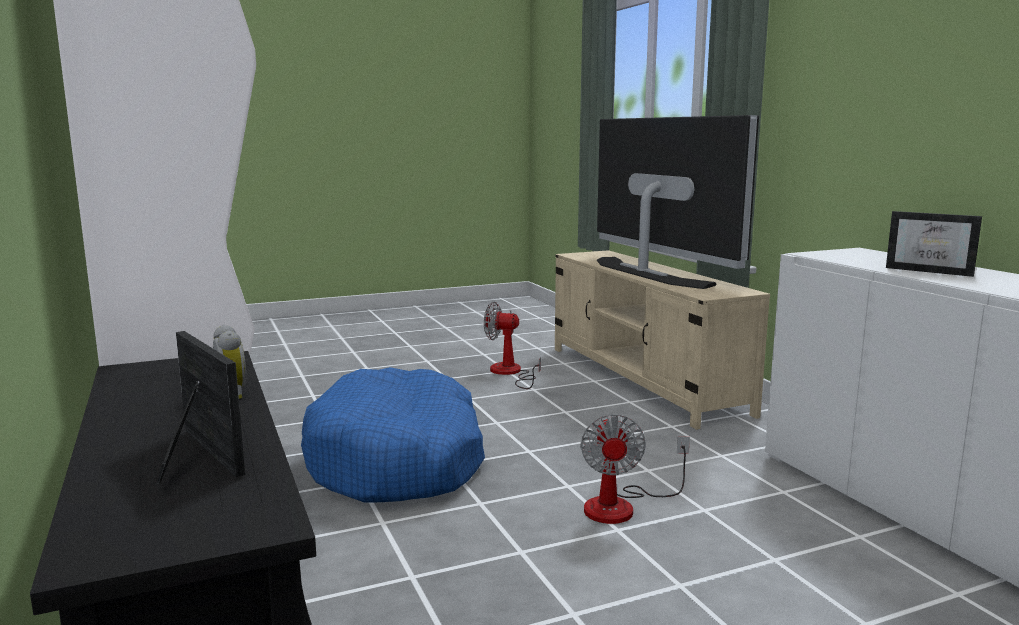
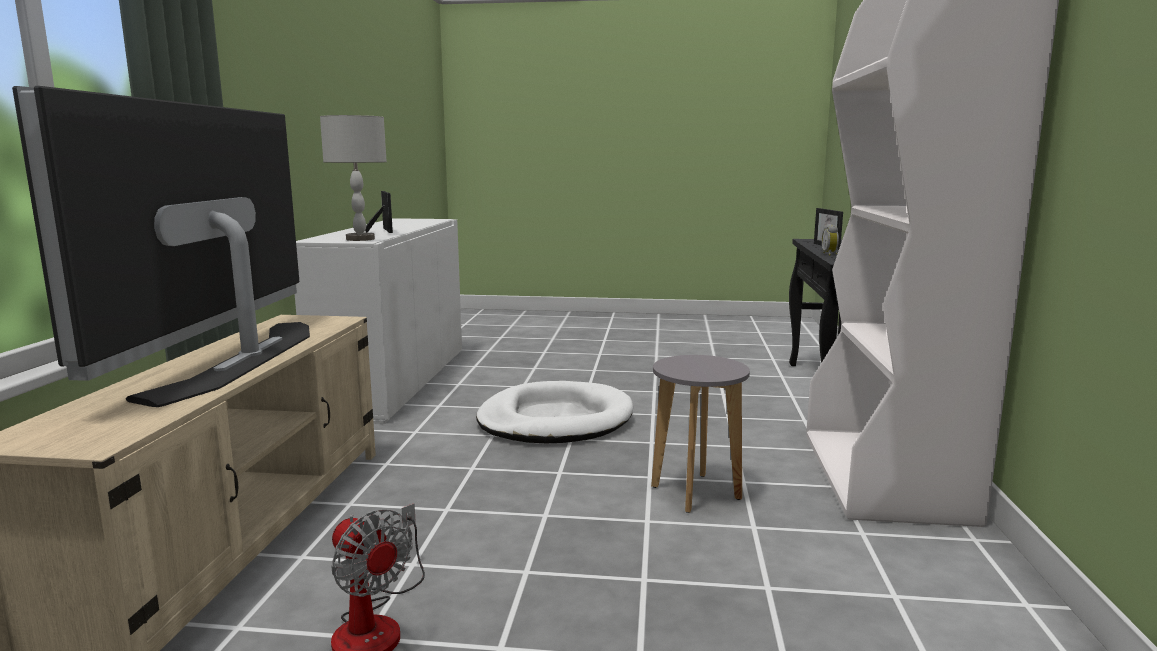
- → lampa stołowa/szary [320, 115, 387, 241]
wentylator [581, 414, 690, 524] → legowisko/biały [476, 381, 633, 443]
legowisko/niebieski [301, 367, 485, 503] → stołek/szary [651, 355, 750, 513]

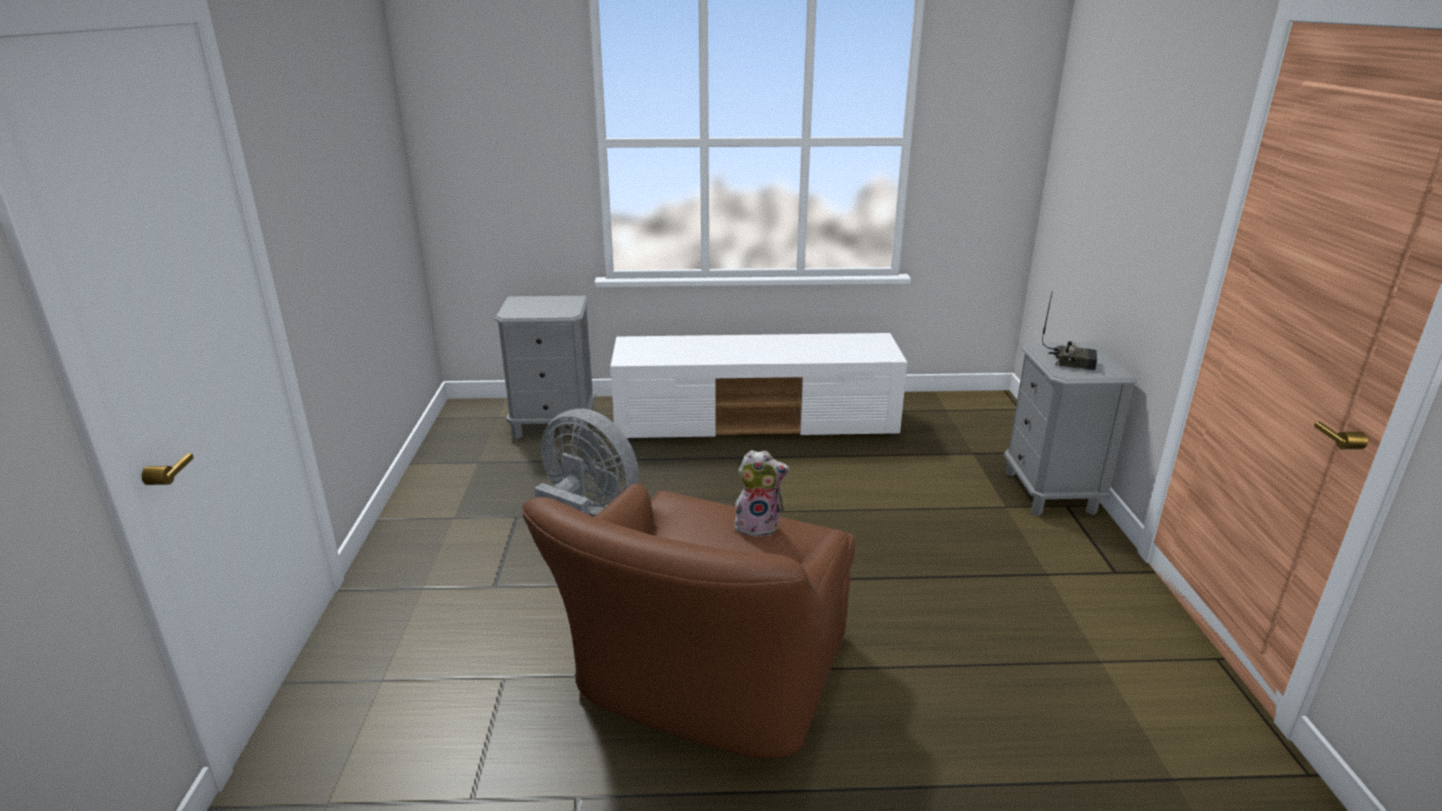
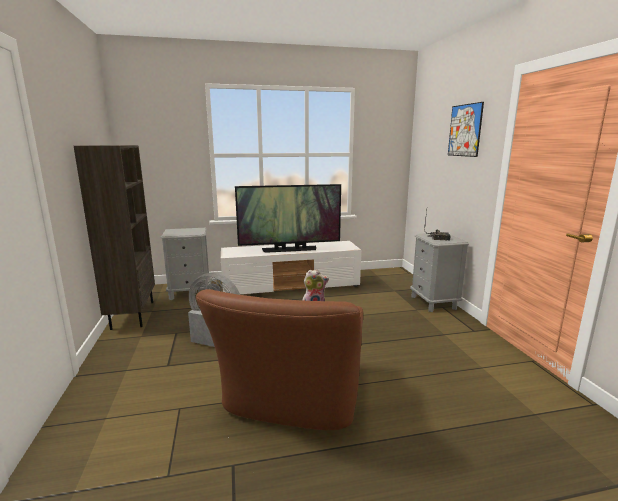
- → regał/brązowy [74, 145, 155, 330]
- → telewizor [235, 184, 341, 253]
- → obraz [448, 102, 484, 157]

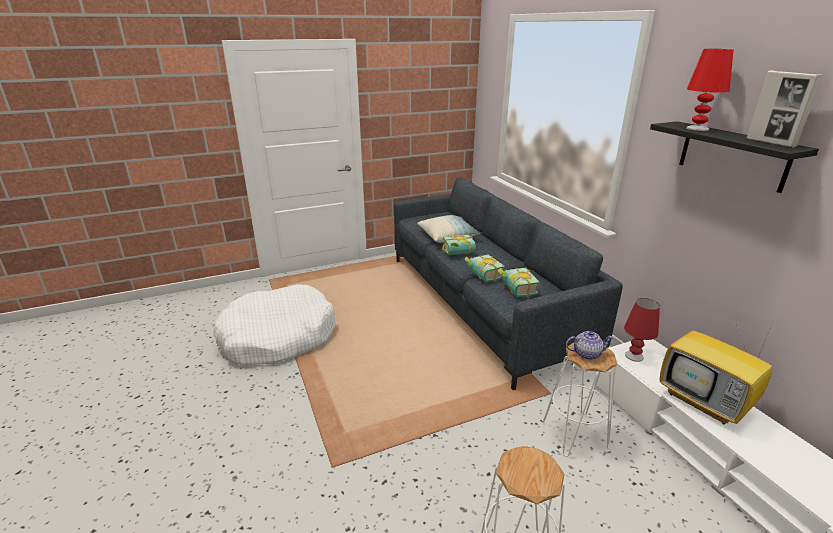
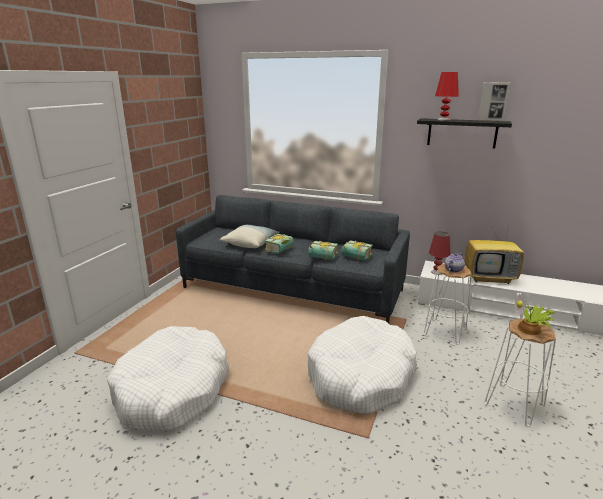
- → legowisko/biały [307, 316, 417, 414]
- → roślina doniczkowa [514, 293, 555, 335]

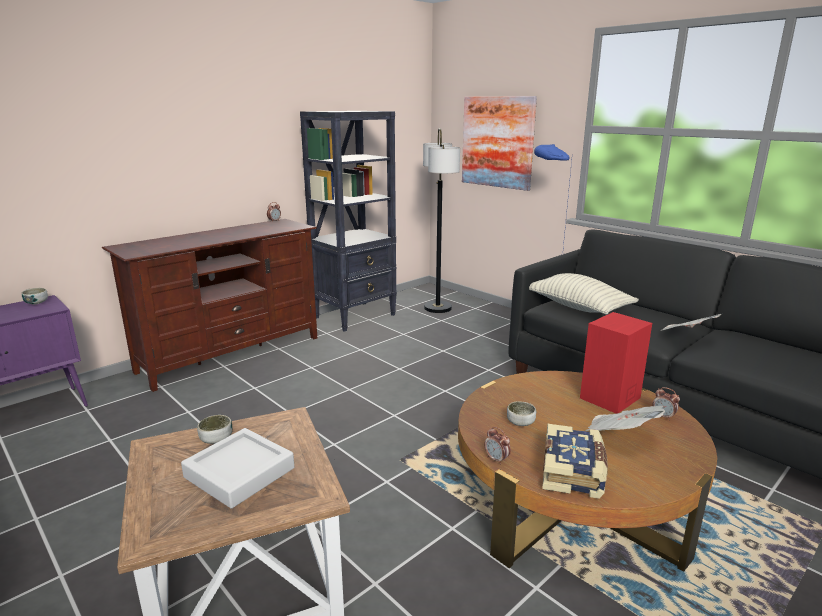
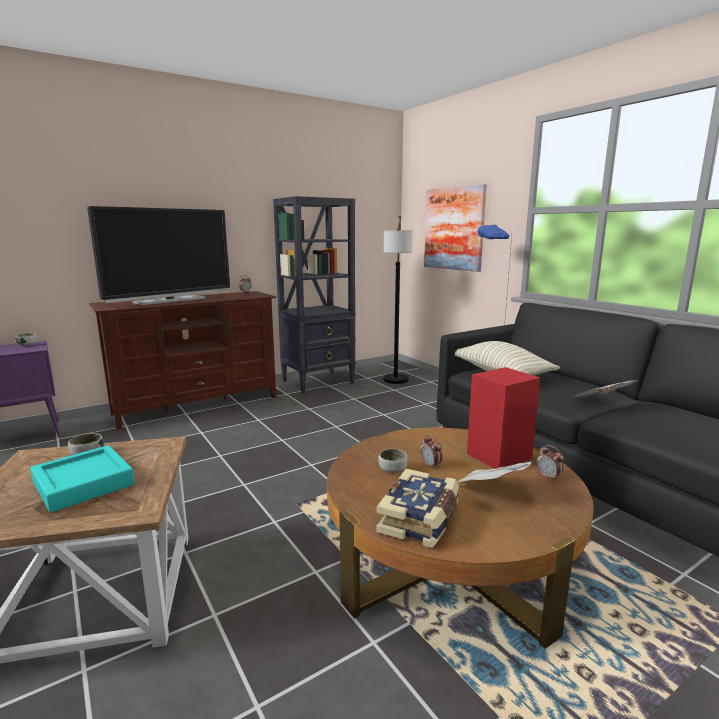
taca/szary [181, 428, 294, 509] → taca/turkusowy [30, 445, 135, 513]
- → telewizor [87, 206, 230, 306]
budzik [484, 427, 511, 465] → budzik [421, 435, 442, 468], moved

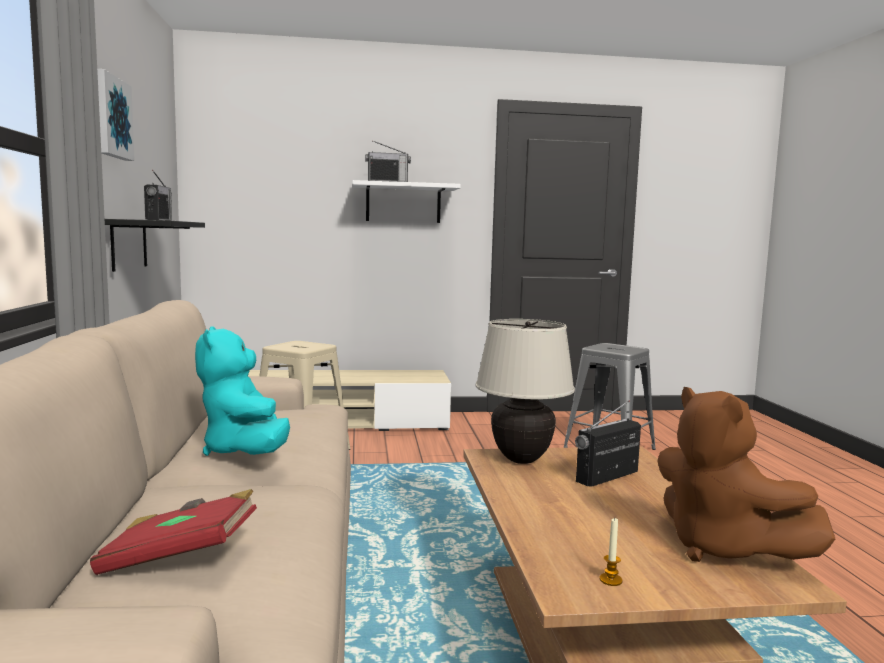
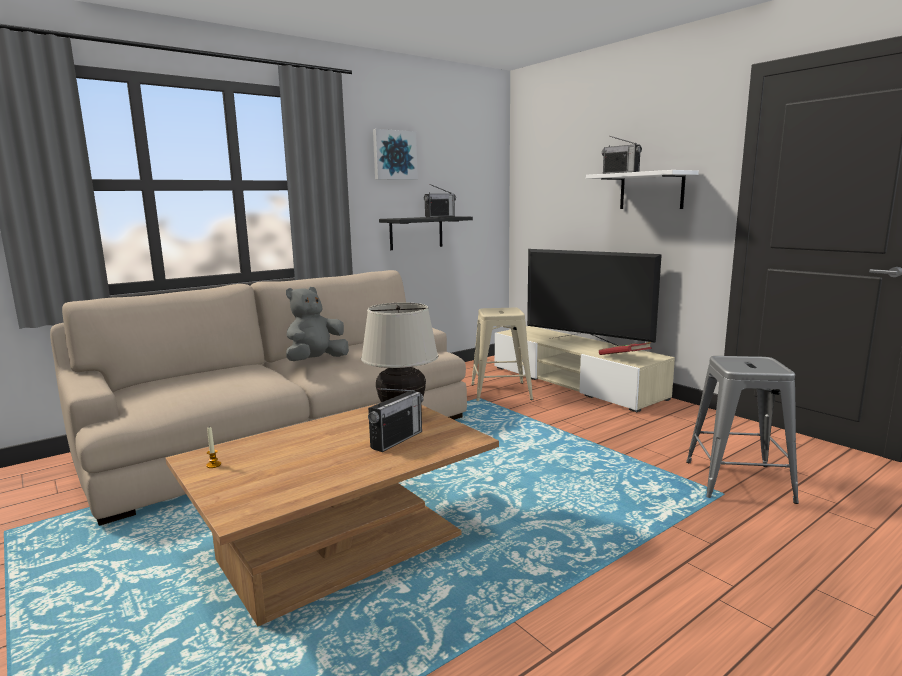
pluszak/turkusowy [195, 326, 290, 456] → pluszak/szary [286, 287, 349, 361]
radio [575, 400, 641, 486] → radio [368, 388, 423, 452], 105 degrees clockwise
- → telewizor [527, 249, 662, 346]
książka/czerwony [90, 489, 257, 575] → książka/czerwony [599, 342, 652, 355], moved
pluszak/brązowy [657, 387, 835, 562] → -

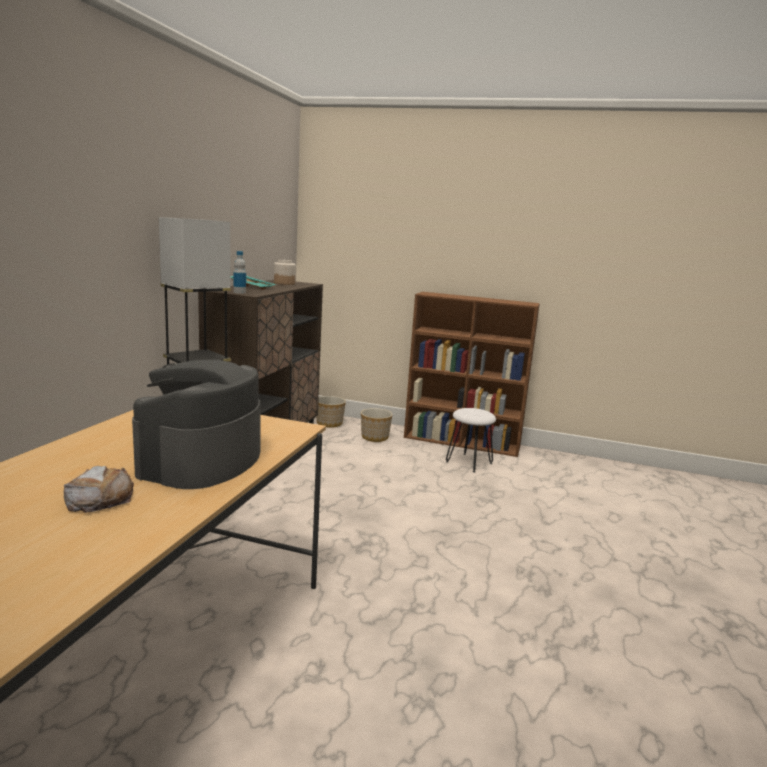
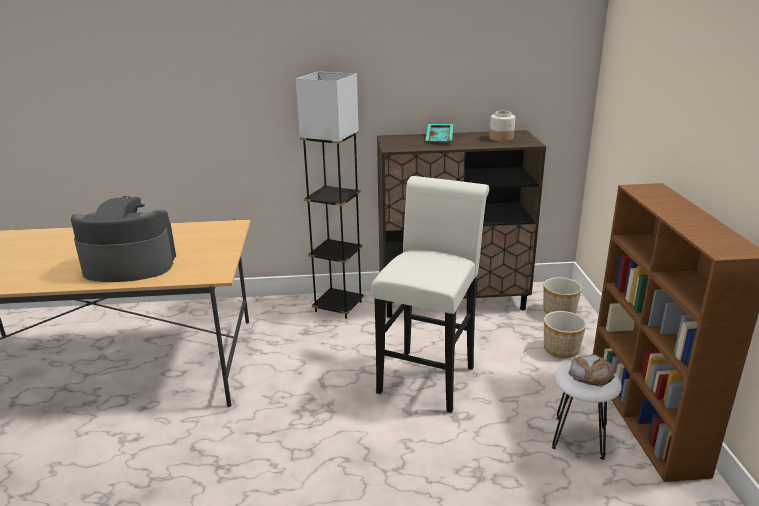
- → stołek/biały [371, 176, 489, 413]
chleb [64, 466, 134, 513] → chleb [569, 354, 615, 387], moved
butelka [233, 251, 246, 294] → -

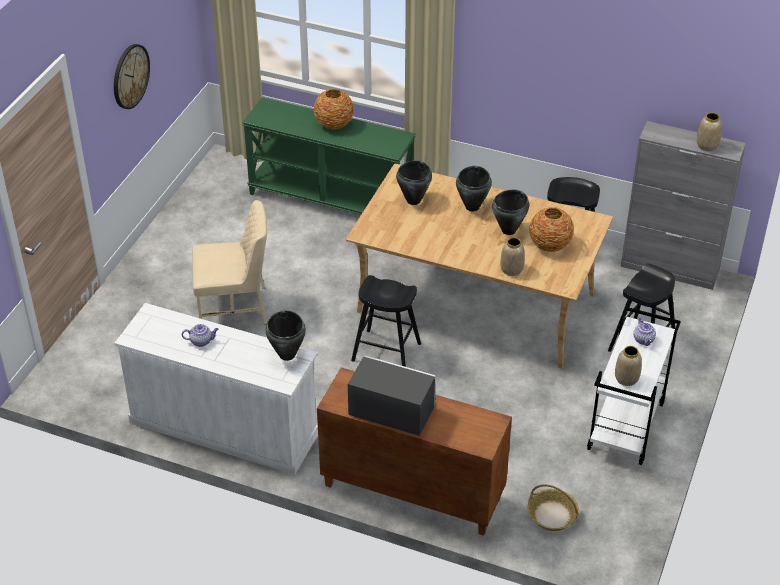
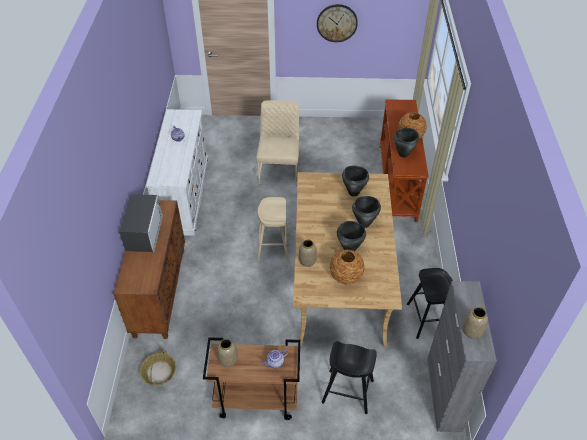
wózek/biały [587, 307, 681, 465] → wózek/brązowy [203, 337, 300, 420]
krzesło/beżowy [192, 200, 267, 324] → krzesło/beżowy [256, 100, 299, 186], 150 degrees counterclockwise
stołek/czarny [351, 275, 421, 367] → stołek/beżowy [257, 197, 289, 262]
stolik konsolowy/zielony [242, 97, 416, 215] → stolik konsolowy/brązowy [380, 99, 429, 222]
garnek/czarny [265, 310, 306, 361] → garnek/czarny [394, 128, 419, 158], moved

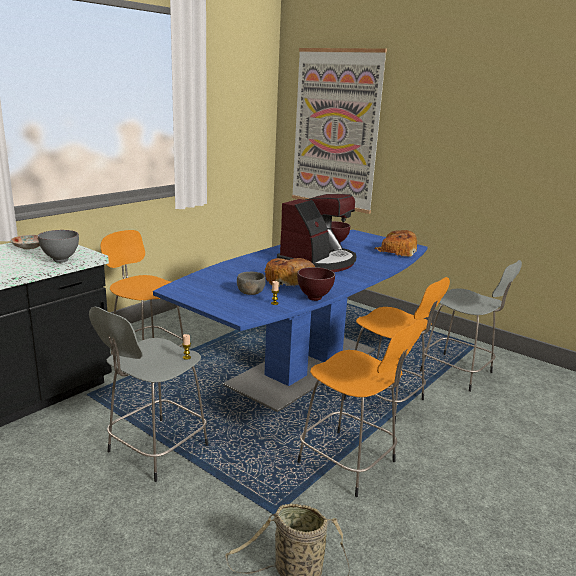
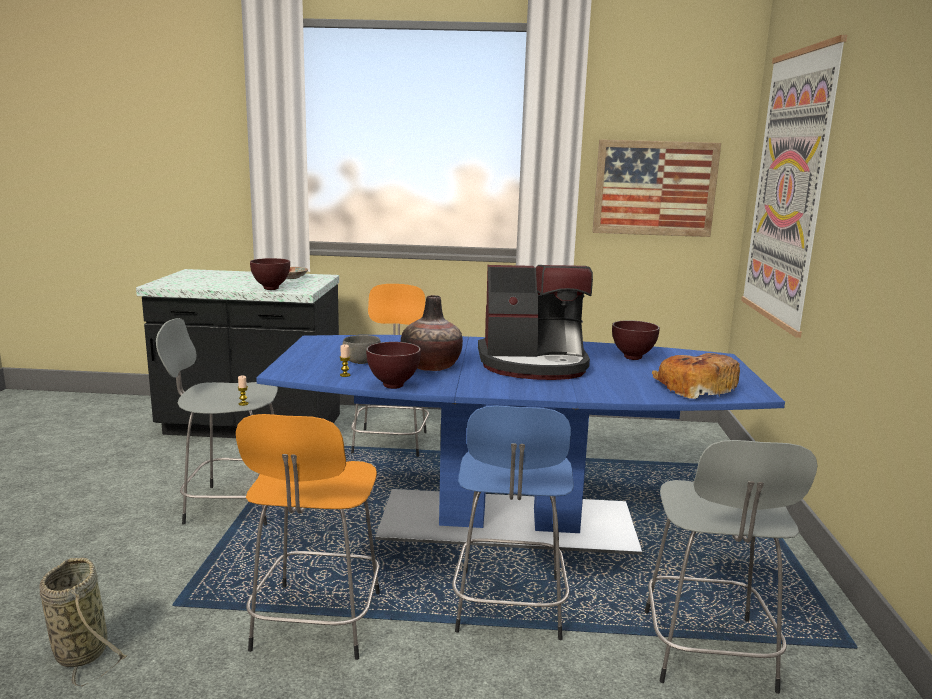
miska/szary [38, 230, 79, 263] → miska/brązowy [250, 258, 290, 290]
chleb [265, 258, 315, 287] → wazon [401, 295, 463, 371]
stołek/pomarańczowy [344, 277, 450, 424] → stołek/niebieski [452, 406, 574, 640]
- → obraz [592, 139, 721, 237]

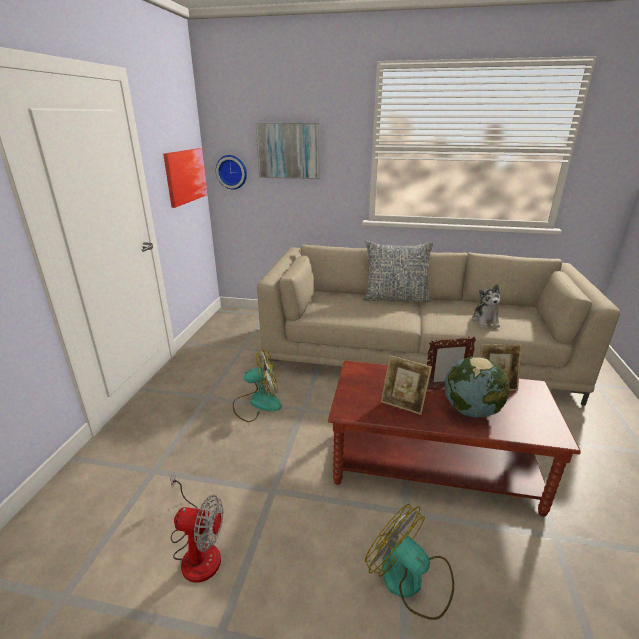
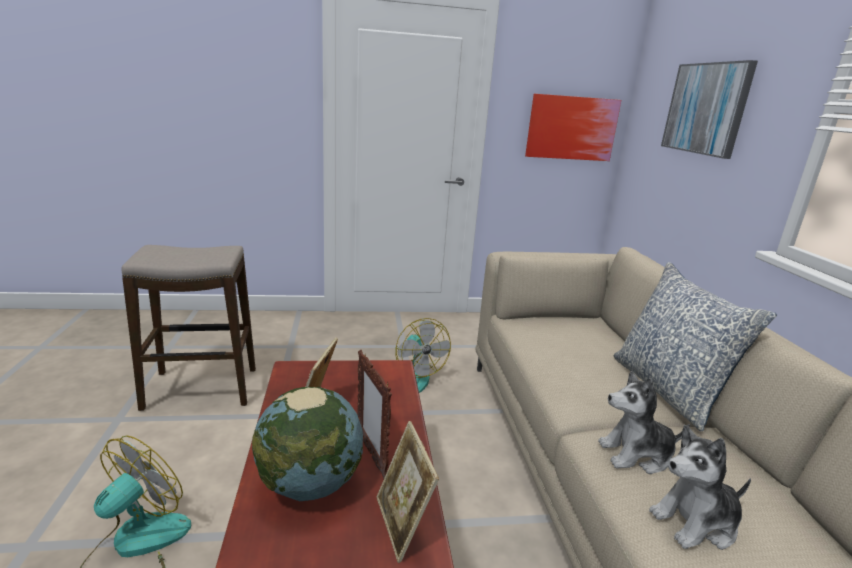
wentylator [170, 472, 223, 583] → stołek [121, 245, 256, 411]
- → pluszak [598, 371, 690, 474]
zegar ścienny [216, 155, 247, 190] → -

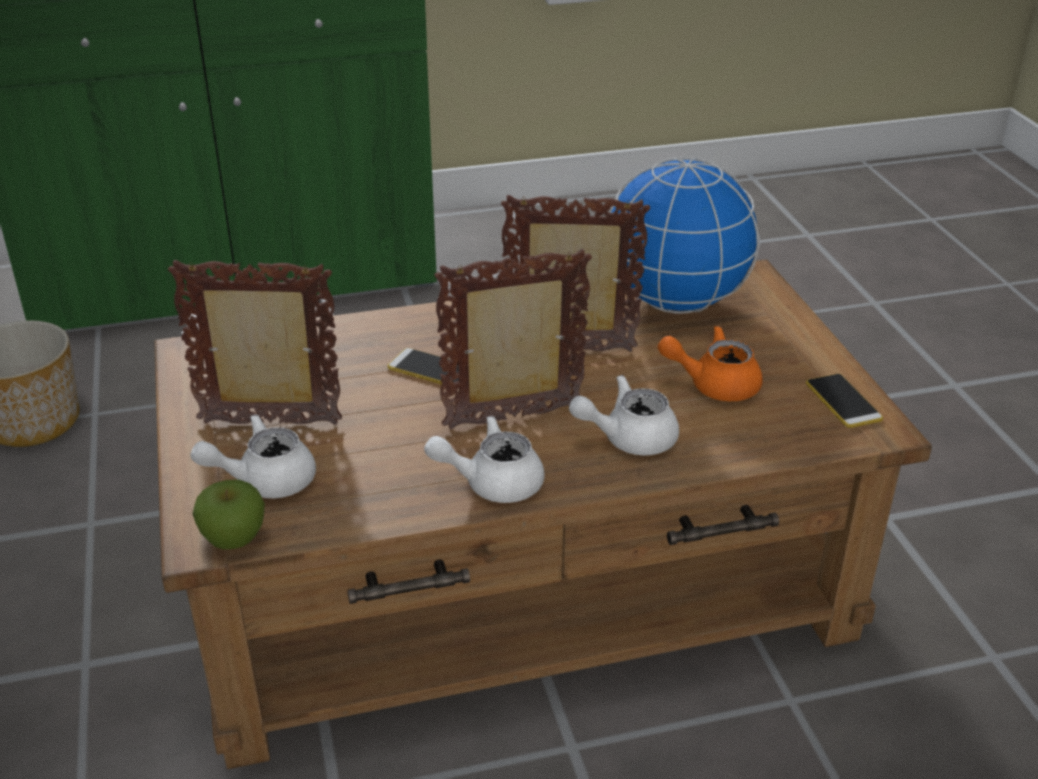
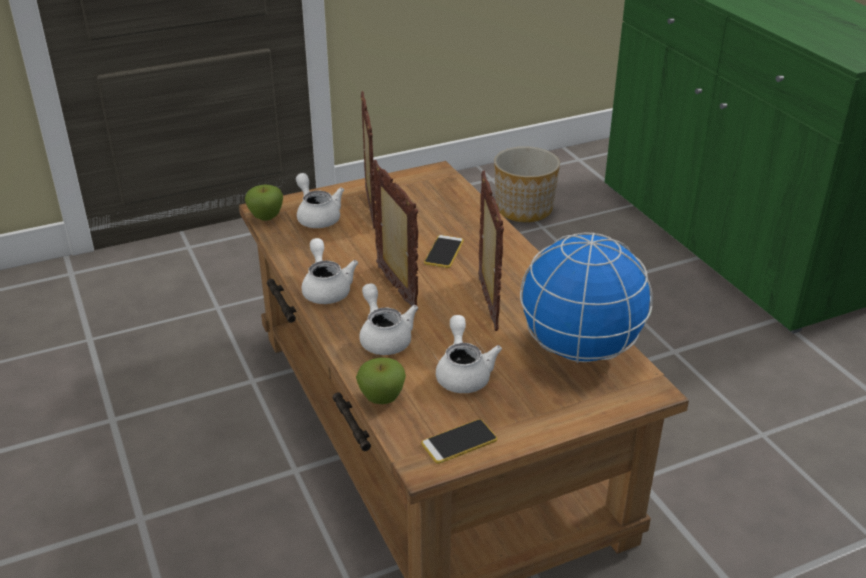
- → jabłko [356, 357, 406, 404]
imbryk/pomarańczowy [658, 326, 763, 401] → imbryk/biały [436, 315, 502, 393]

